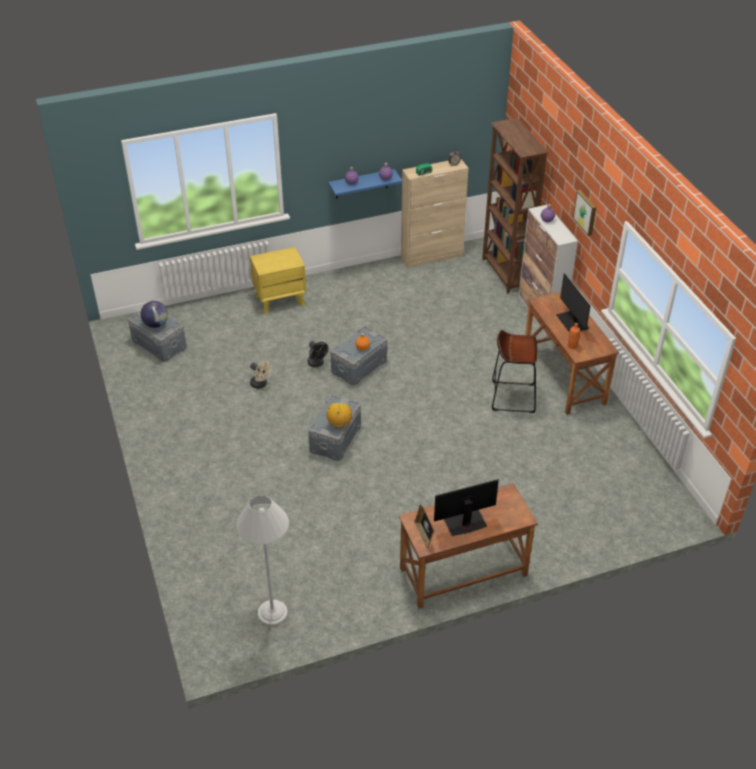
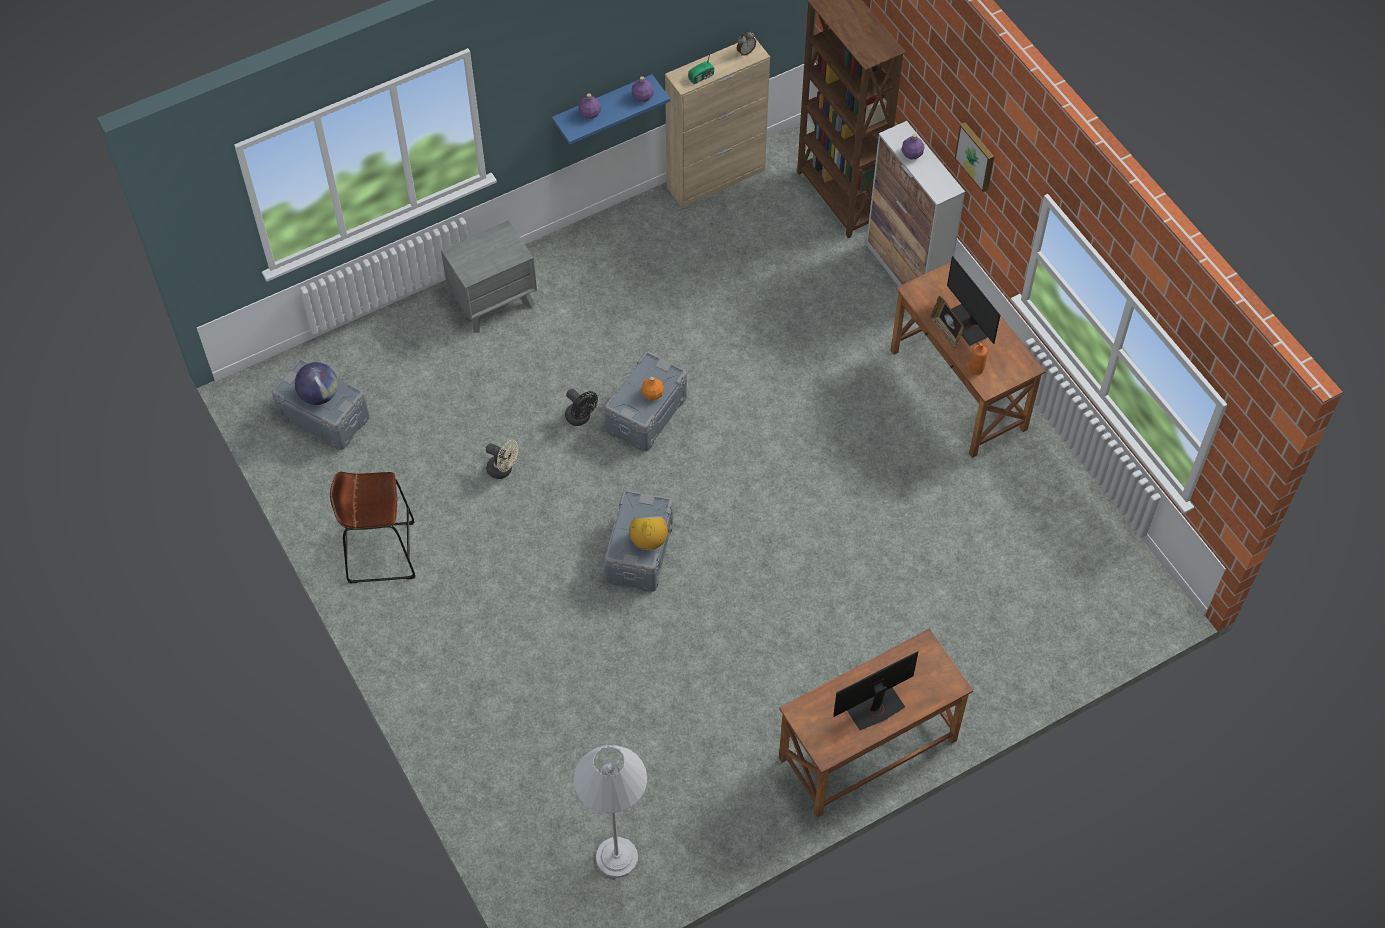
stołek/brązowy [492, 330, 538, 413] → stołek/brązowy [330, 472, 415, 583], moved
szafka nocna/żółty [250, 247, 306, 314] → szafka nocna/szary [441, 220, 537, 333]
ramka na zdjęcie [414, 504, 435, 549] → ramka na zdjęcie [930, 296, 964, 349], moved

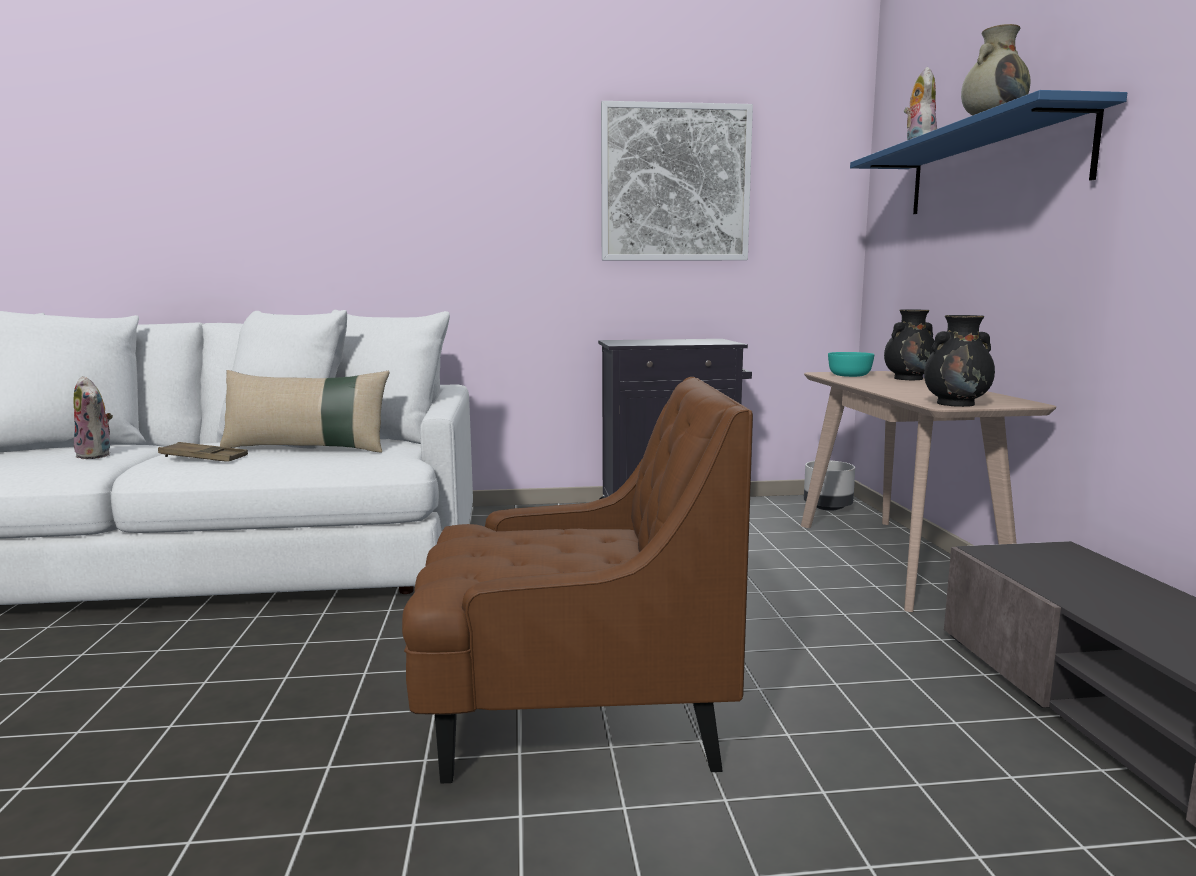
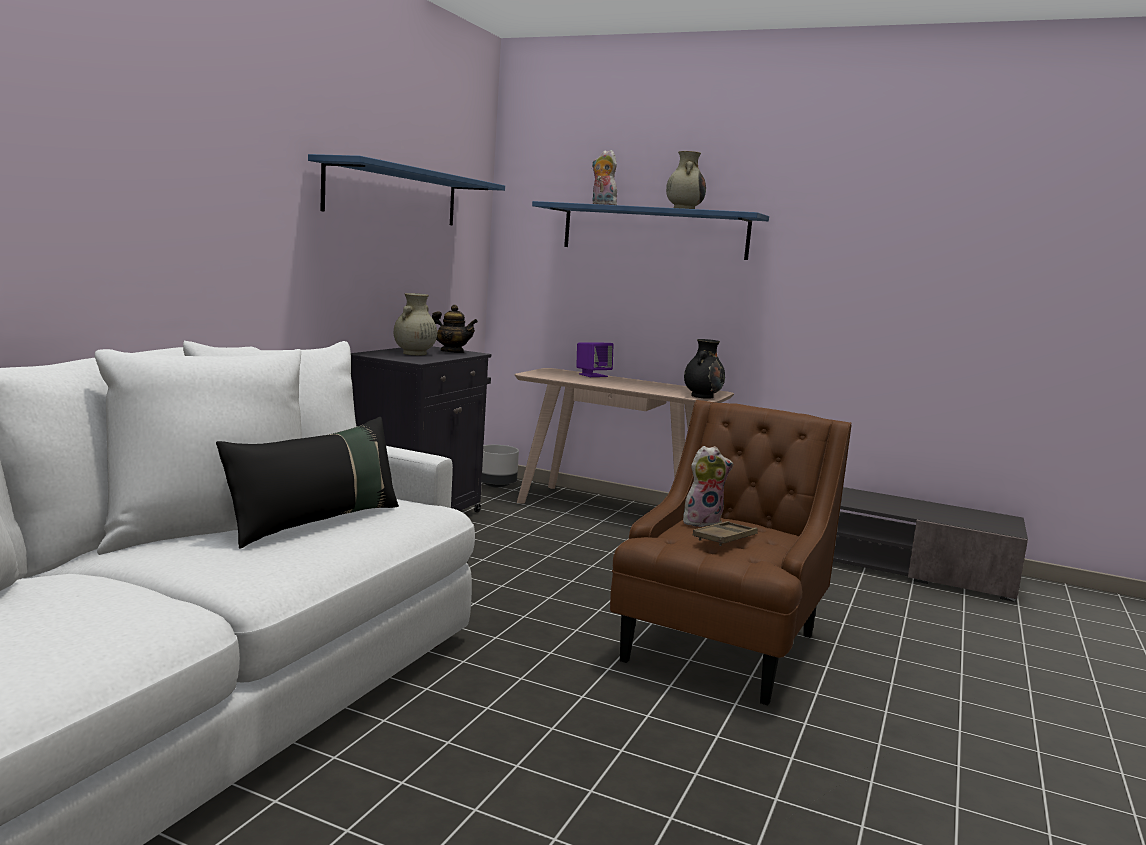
poduszka/beżowy [220, 370, 390, 453] → poduszka/czarny [216, 417, 399, 549]
obraz [601, 101, 753, 260] → półka/niebieski [308, 154, 505, 225]
- → wazon/beżowy [394, 293, 437, 355]
- → imbryk [432, 305, 478, 353]
wazon/czarny [884, 309, 935, 380] → głośnik/fioletowy [576, 342, 613, 377]
pluszak [74, 376, 113, 459] → pluszak [683, 446, 734, 528], moved
taca/brązowy [158, 442, 248, 462] → taca/brązowy [693, 521, 758, 546], moved
miska/turkusowy [828, 352, 874, 377] → -

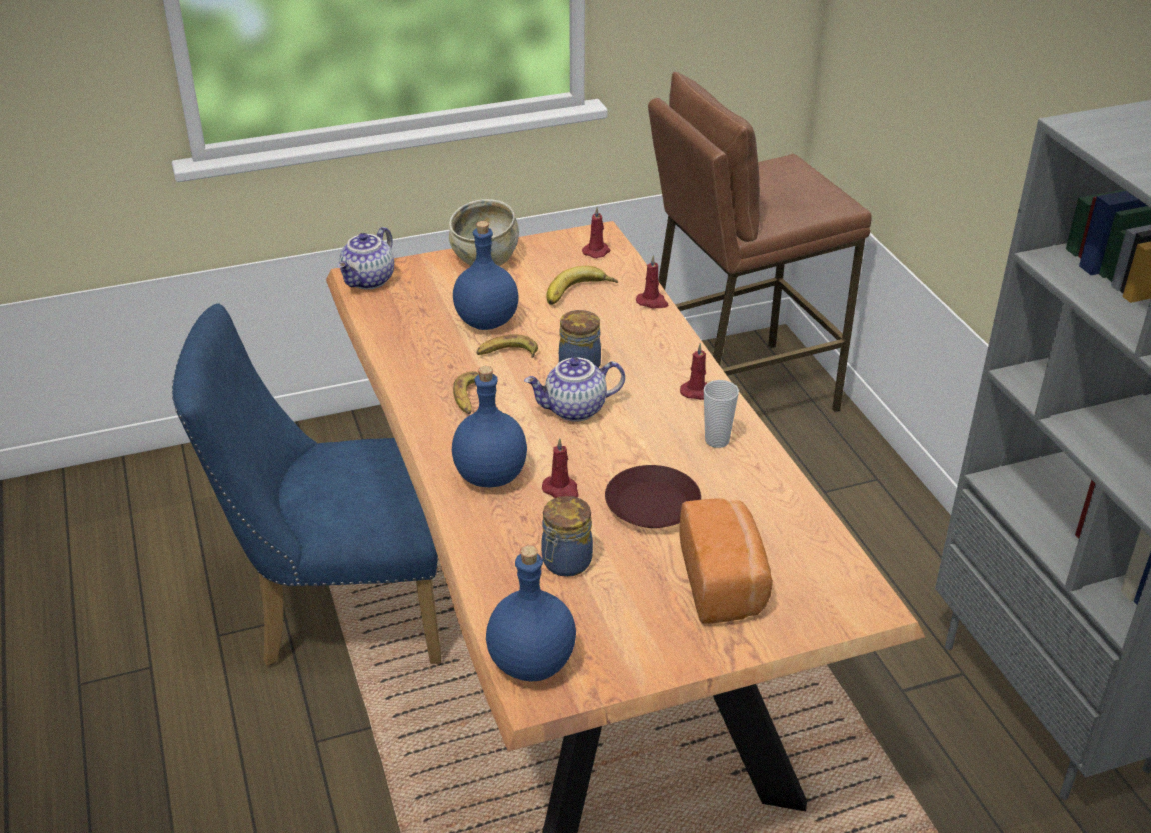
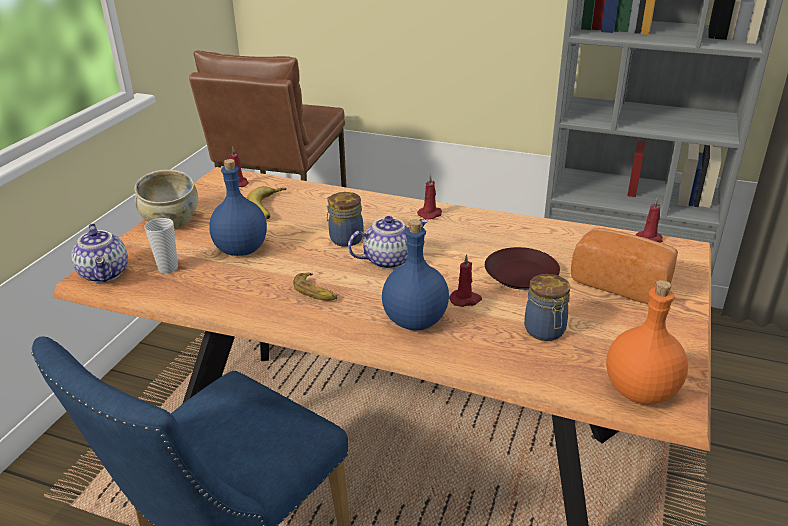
filiżanka [704, 380, 739, 448] → filiżanka [144, 218, 178, 273], moved
imbryk [524, 357, 625, 422] → imbryk [348, 216, 428, 269], 135 degrees counterclockwise
butelka/niebieski [486, 545, 576, 681] → butelka/pomarańczowy [606, 280, 688, 404]
świeca/czerwony [636, 255, 668, 309] → świeca/czerwony [636, 197, 663, 243], moved
banan [476, 334, 538, 358] → -

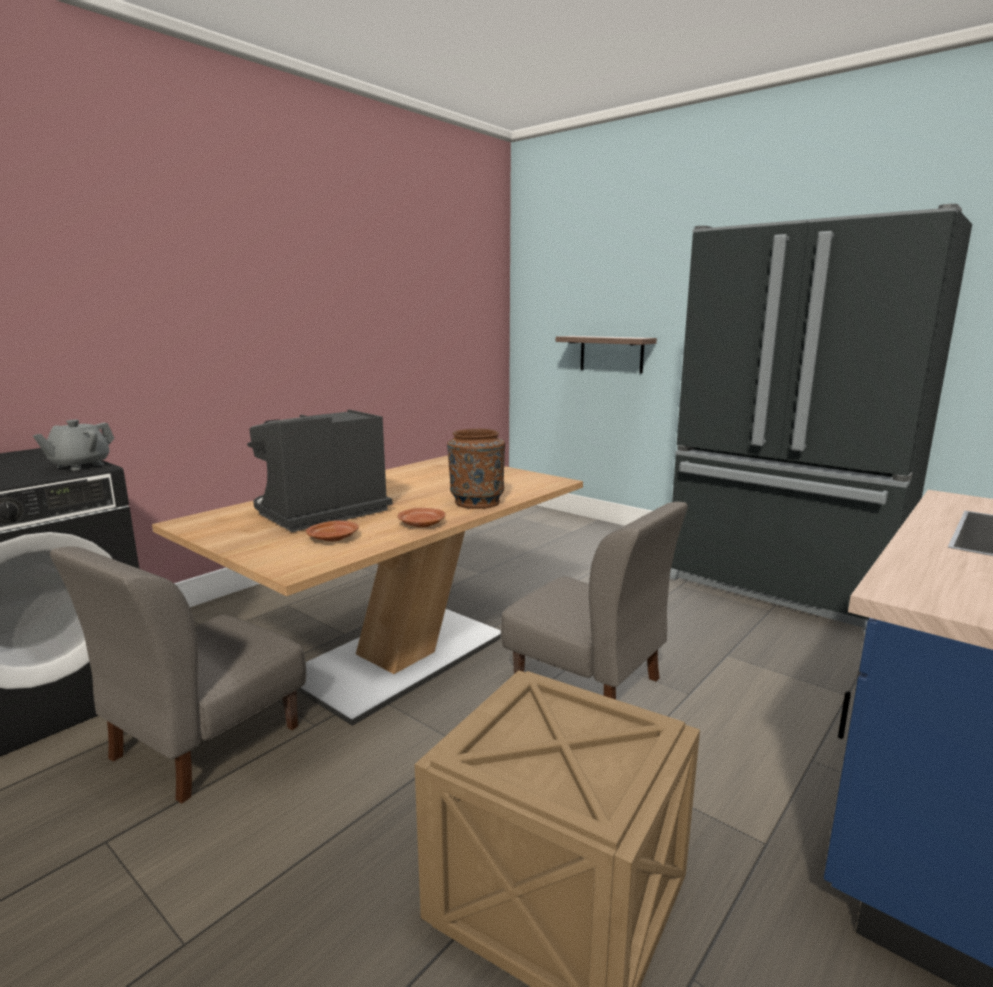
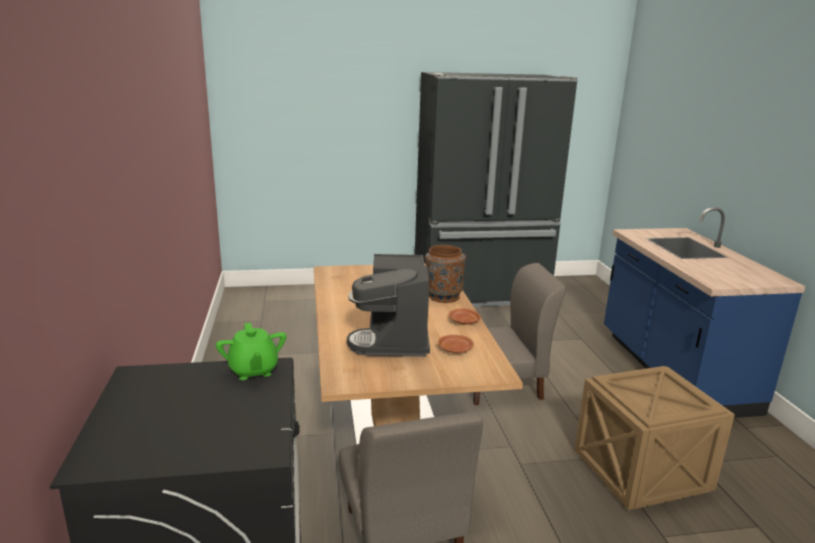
imbryk/szary [33, 419, 115, 471] → imbryk/zielony [216, 323, 286, 380]
półka [556, 336, 657, 374] → -

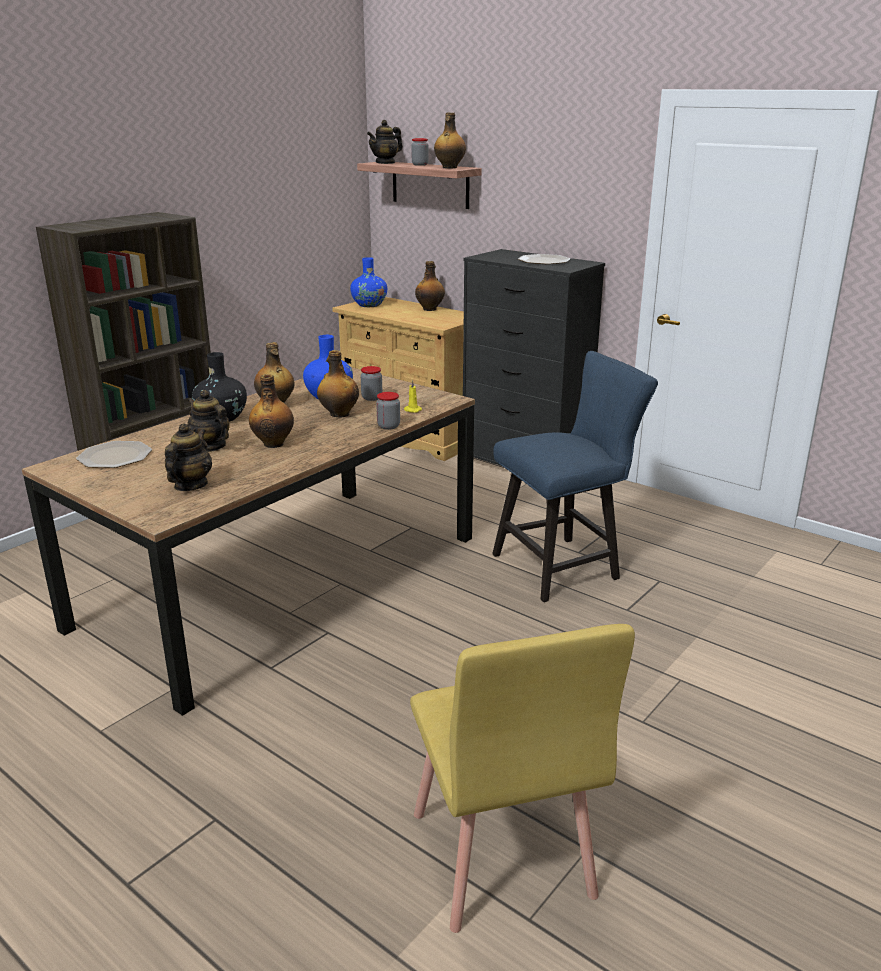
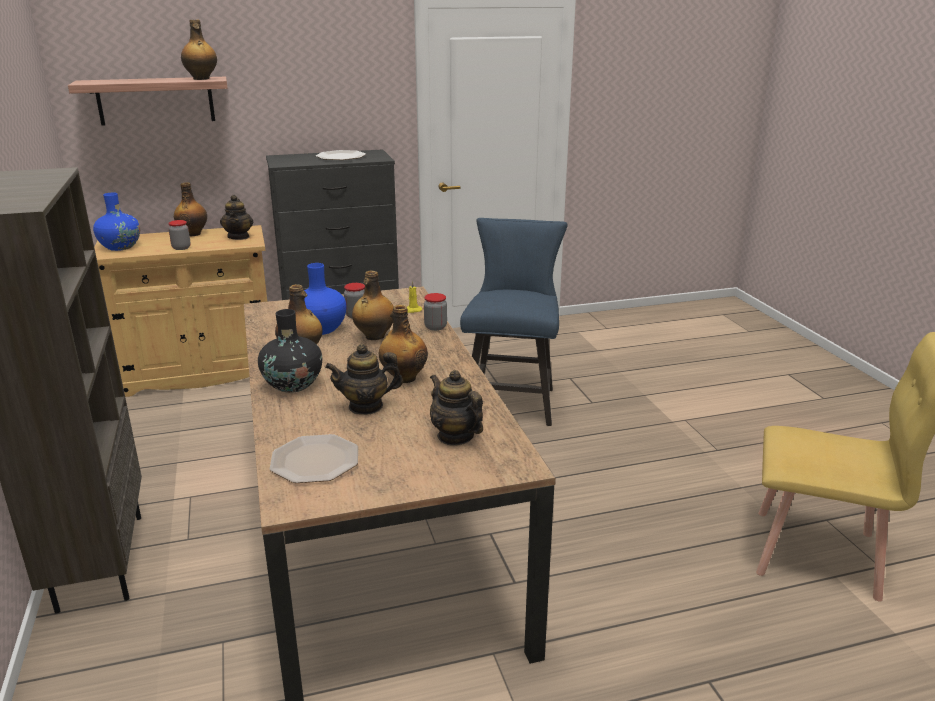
słoik [411, 138, 429, 166] → słoik [168, 220, 191, 250], moved
imbryk [367, 120, 403, 164] → imbryk [220, 195, 253, 240], moved

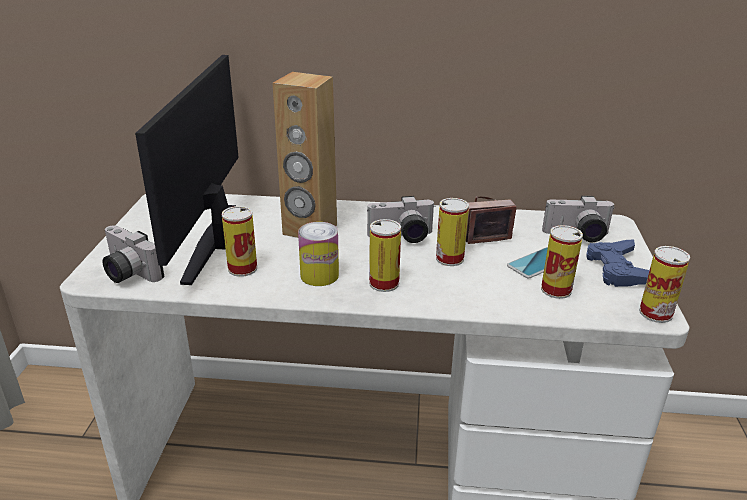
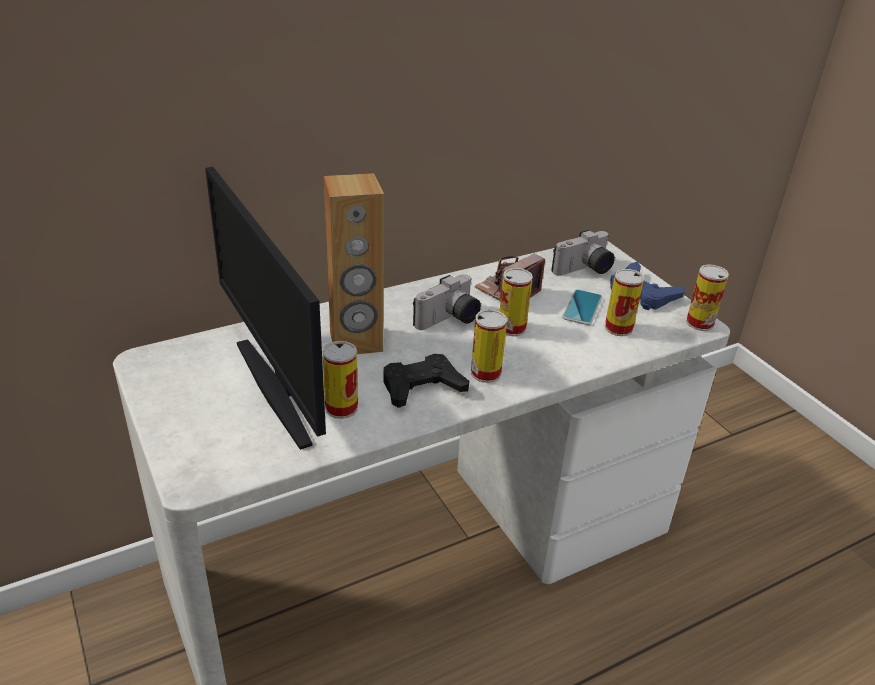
puszka [298, 222, 339, 286] → pad do gier/czarny [383, 354, 469, 408]
aparat fotograficzny [103, 225, 164, 283] → -

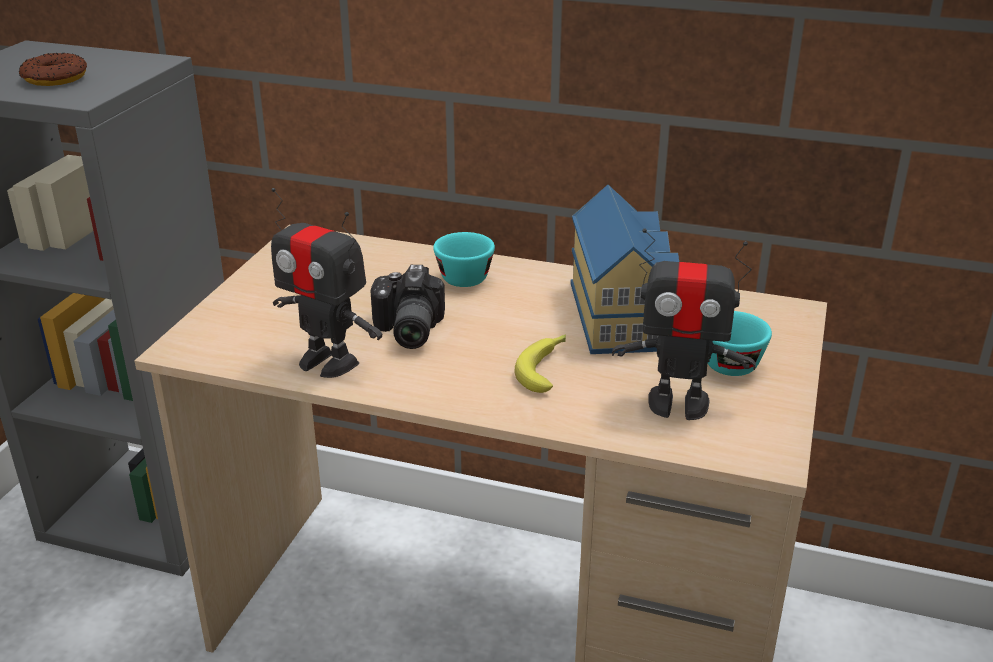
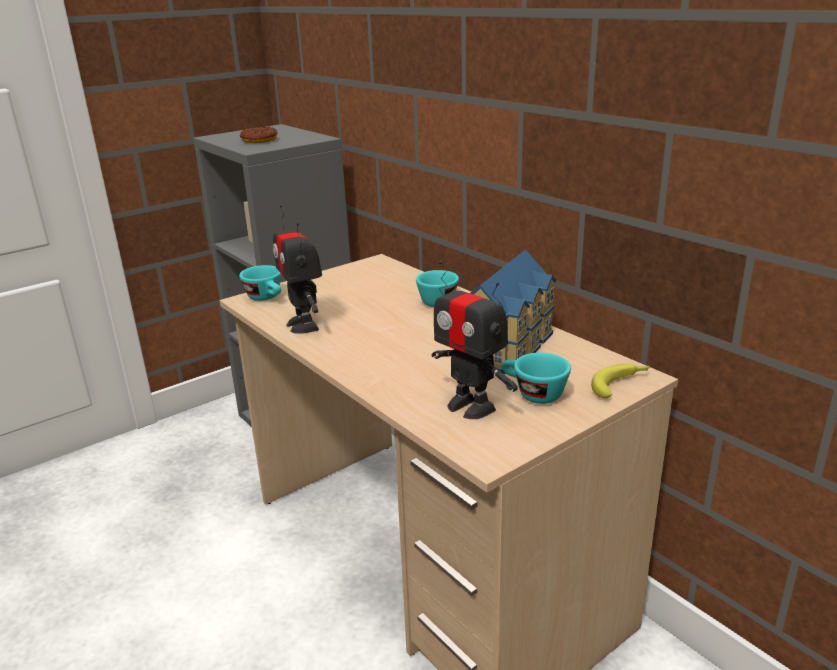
- → filiżanka/turkusowy [239, 265, 281, 301]
banan [514, 335, 566, 393] → banan [591, 364, 650, 398], moved
aparat fotograficzny [371, 265, 445, 349] → -

